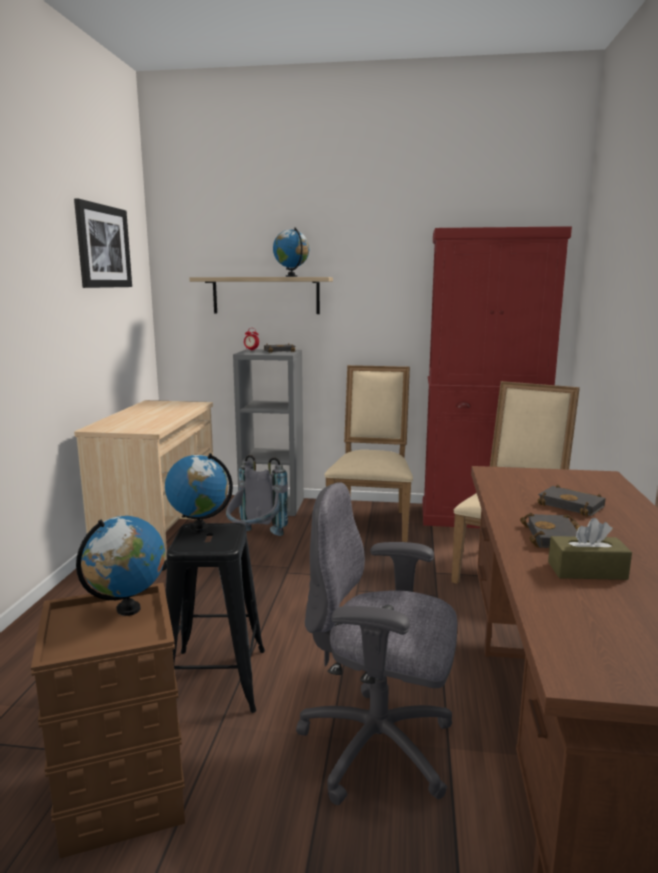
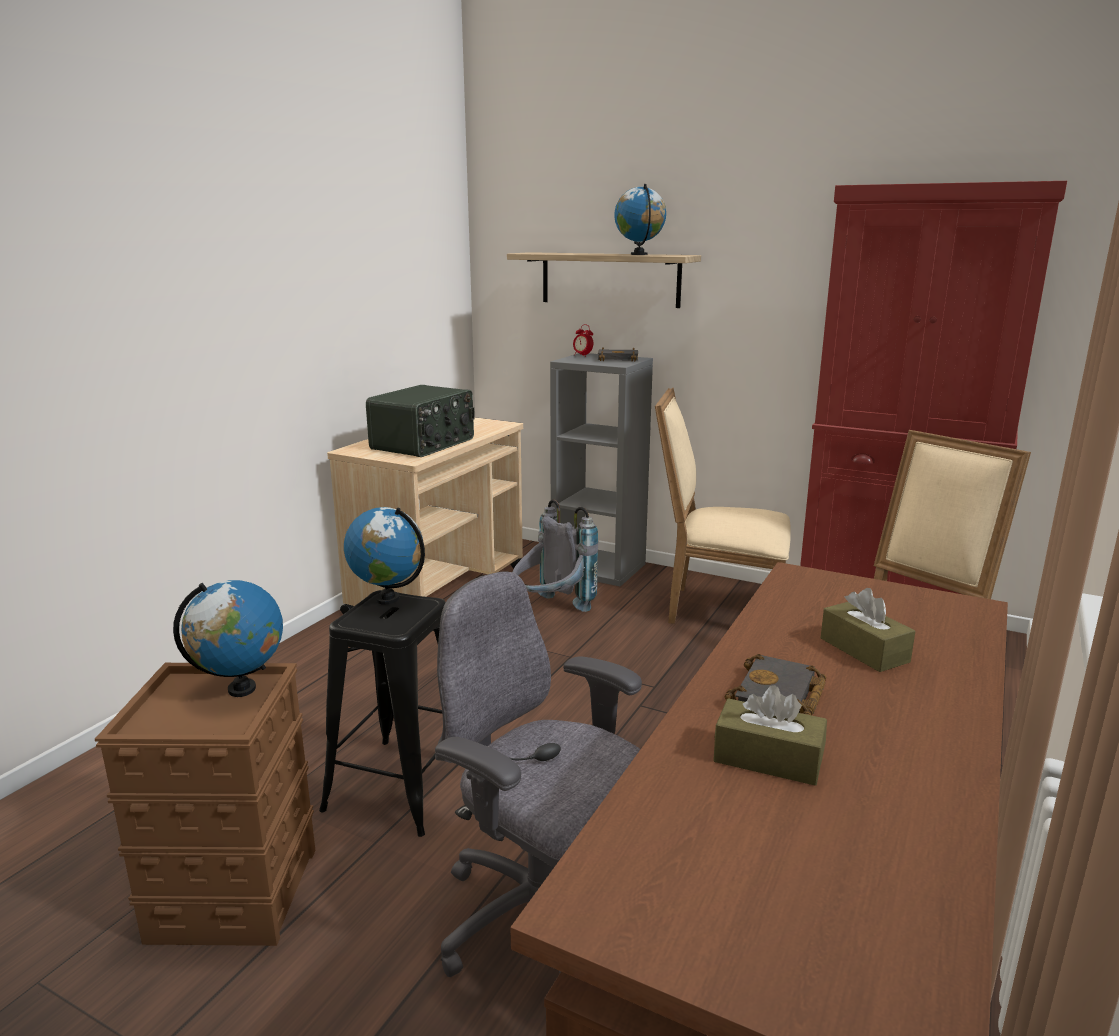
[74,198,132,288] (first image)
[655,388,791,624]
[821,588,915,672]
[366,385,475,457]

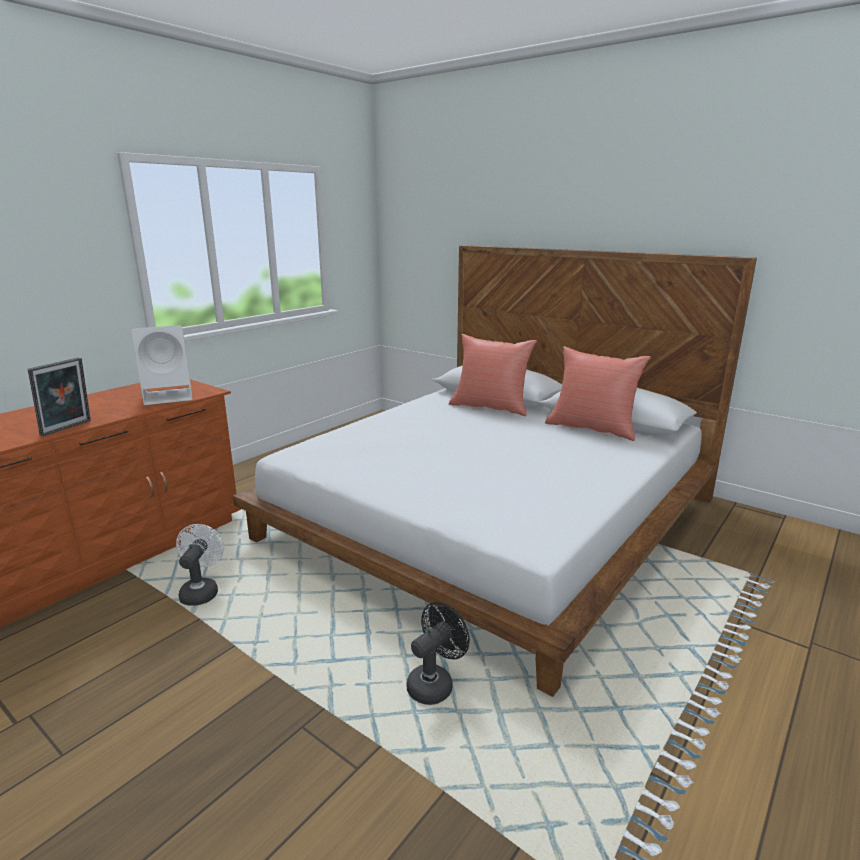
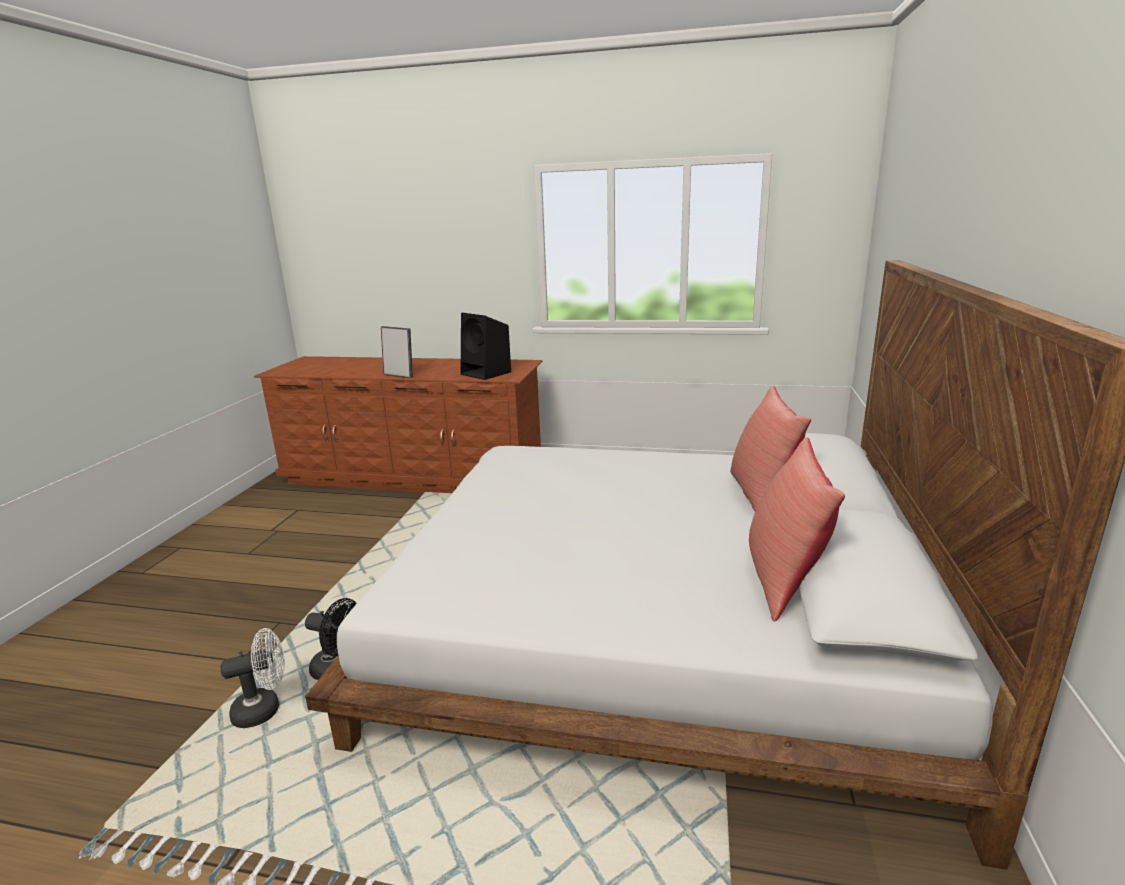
[461,313,511,380]
[381,326,413,378]
[221,628,285,728]

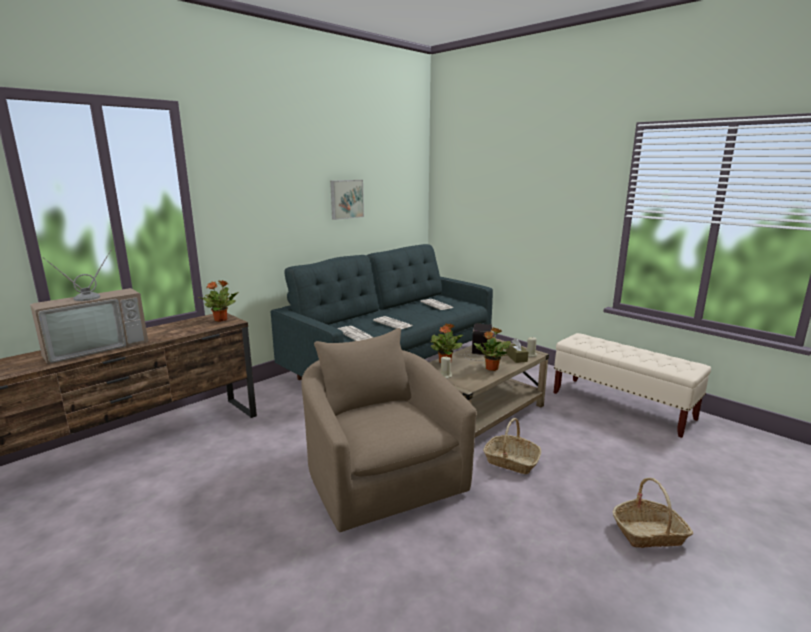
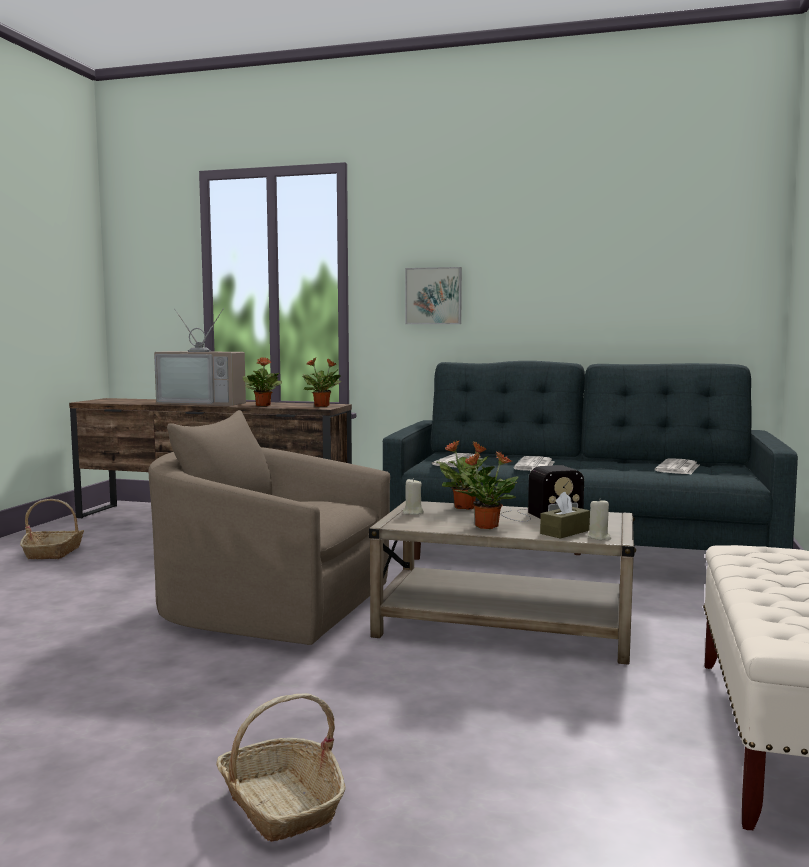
[405,267,462,324]
[149,410,390,645]
[20,499,84,559]
[243,357,282,406]

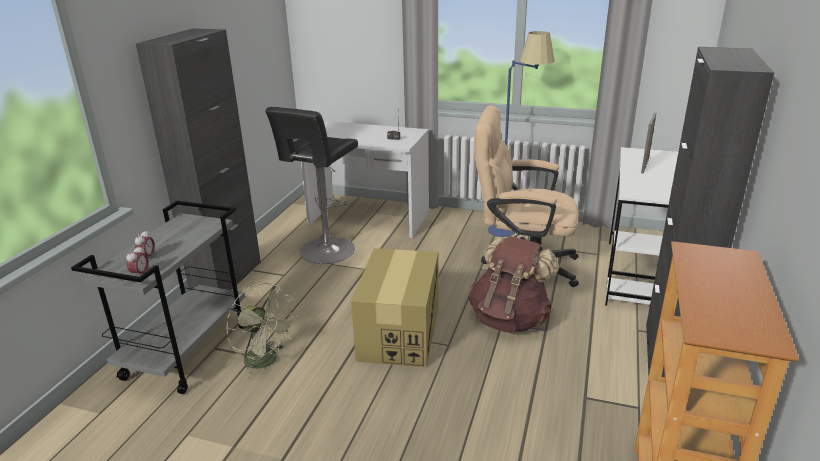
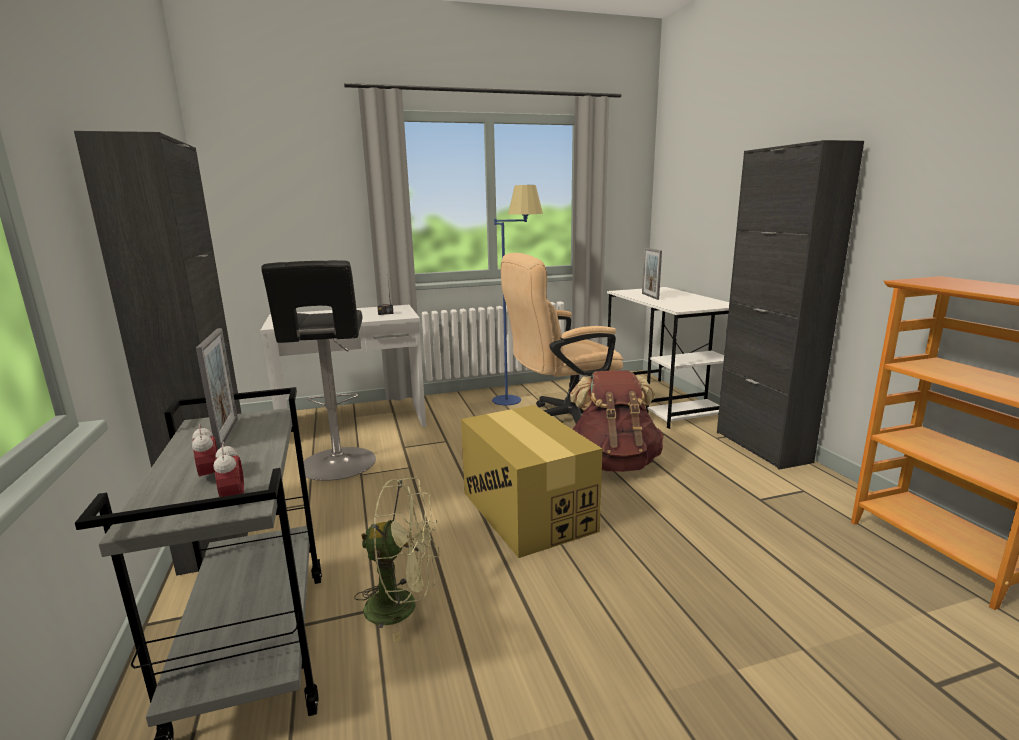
[196,328,238,450]

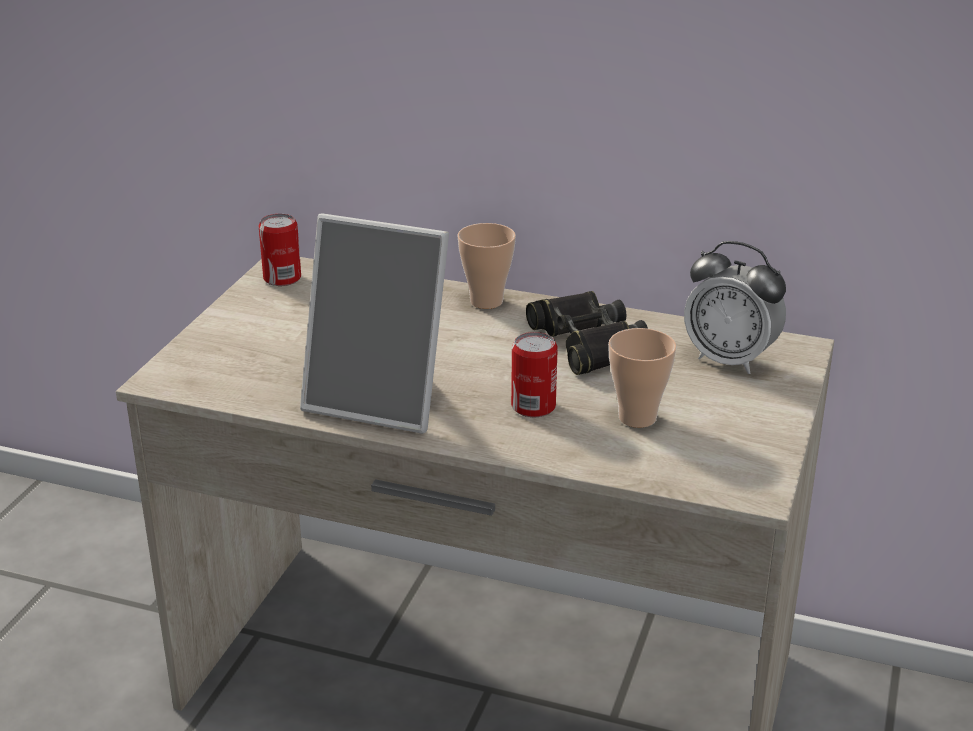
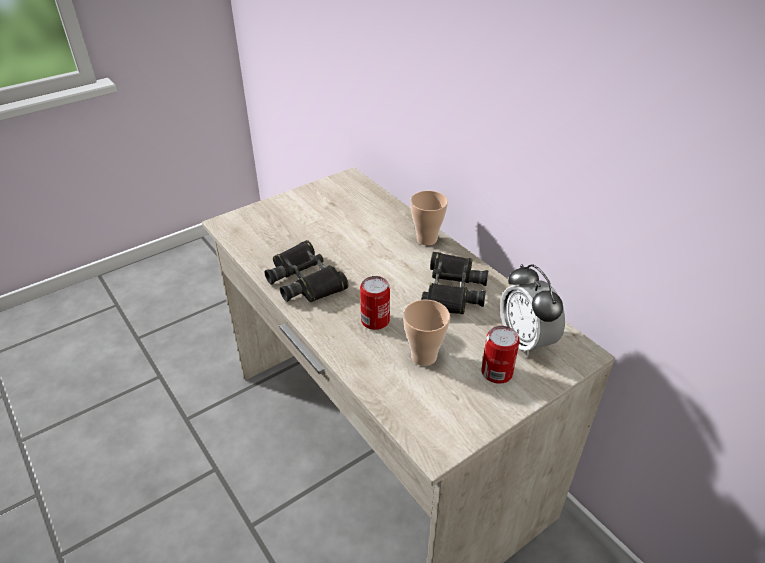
[265,240,349,302]
[481,326,520,384]

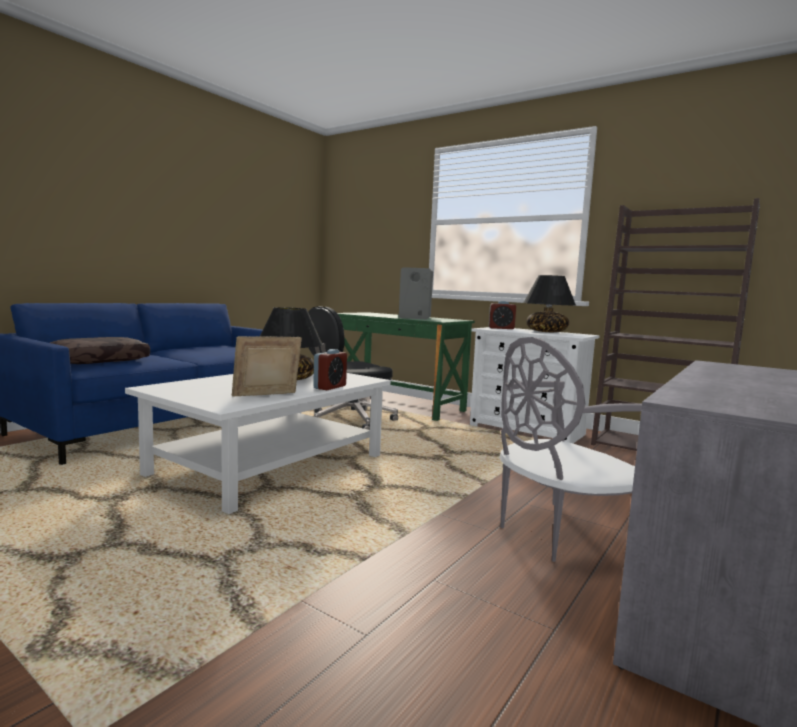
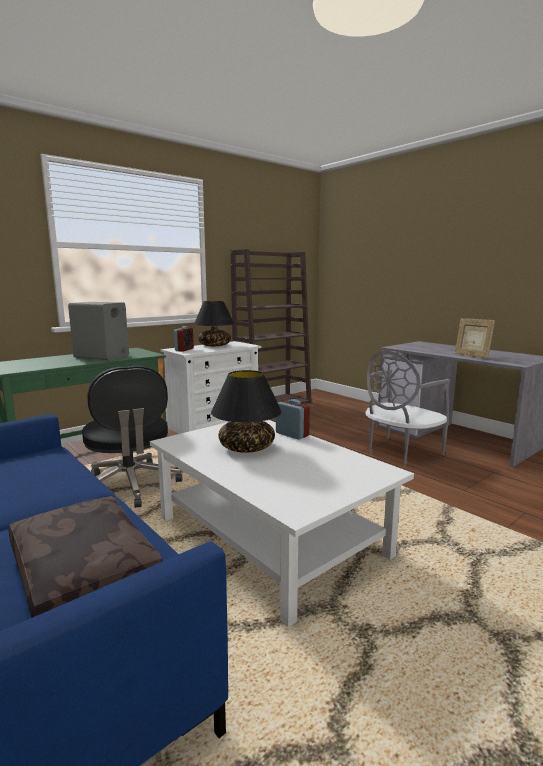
[455,318,495,358]
[366,351,450,466]

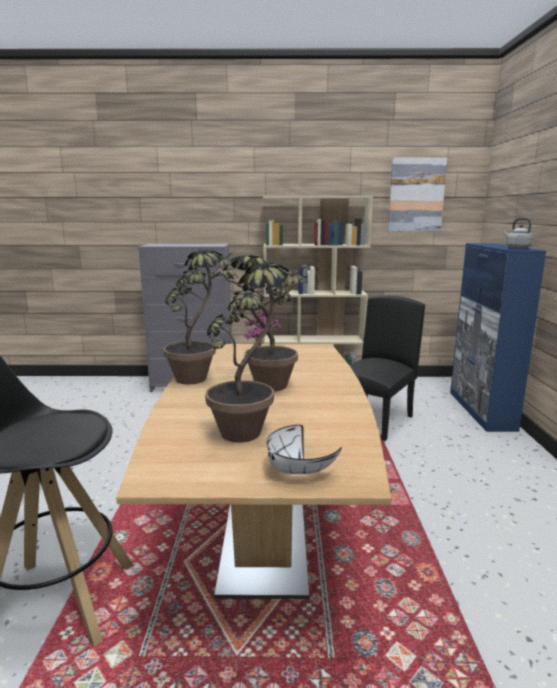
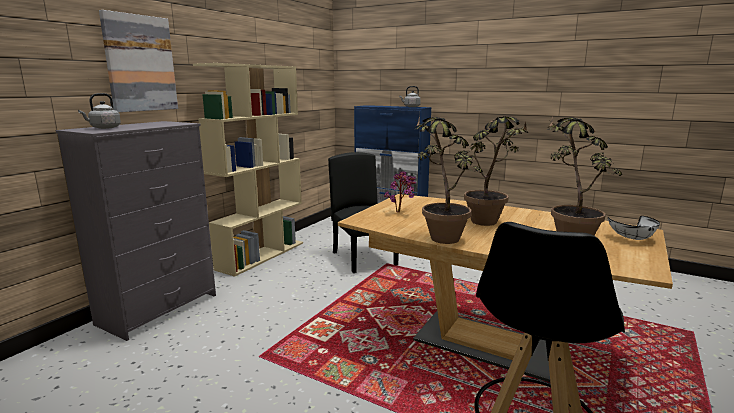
[99,10,178,112]
[78,93,121,129]

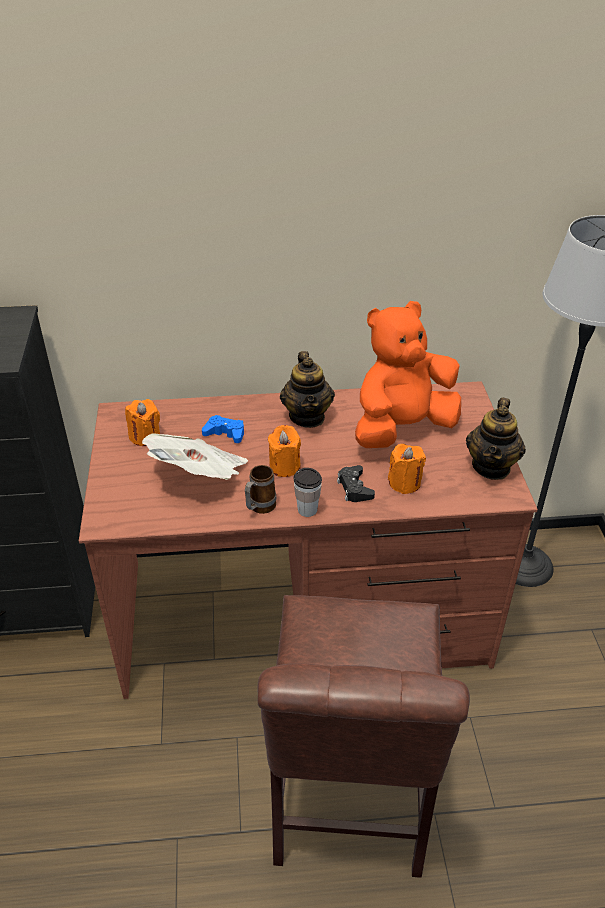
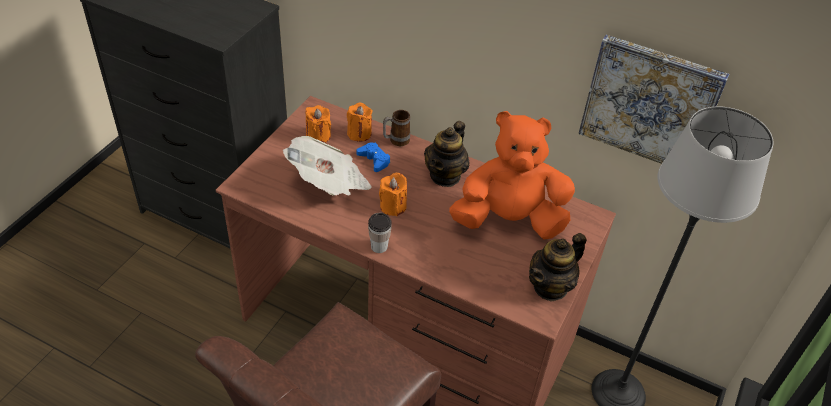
[347,102,373,142]
[383,110,410,146]
[337,465,375,502] (first image)
[578,35,729,164]

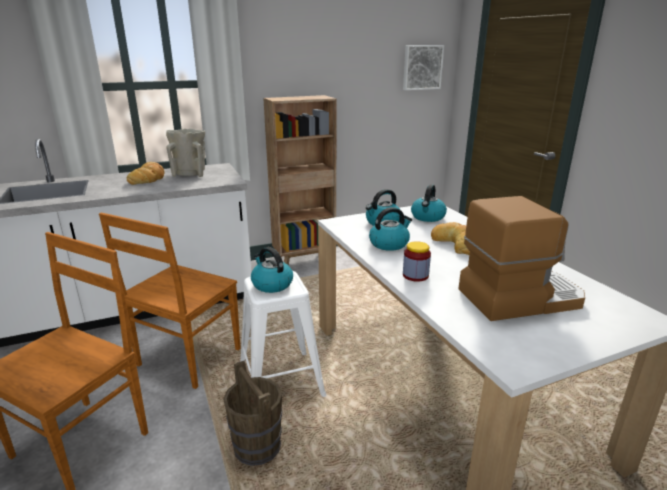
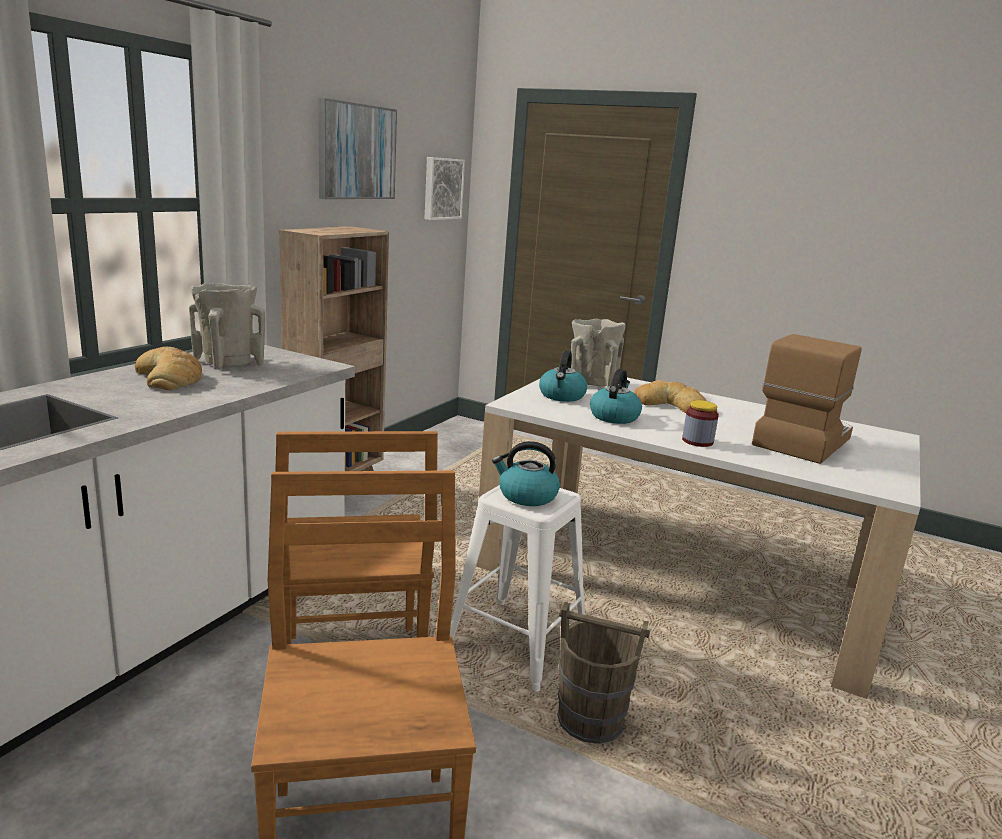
[571,319,626,387]
[319,98,397,199]

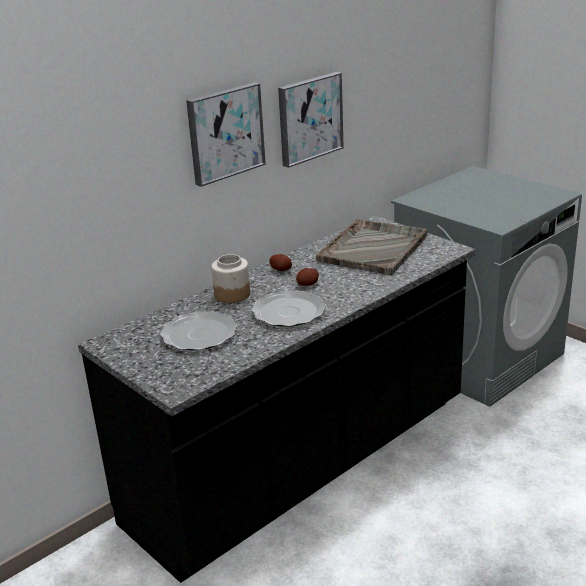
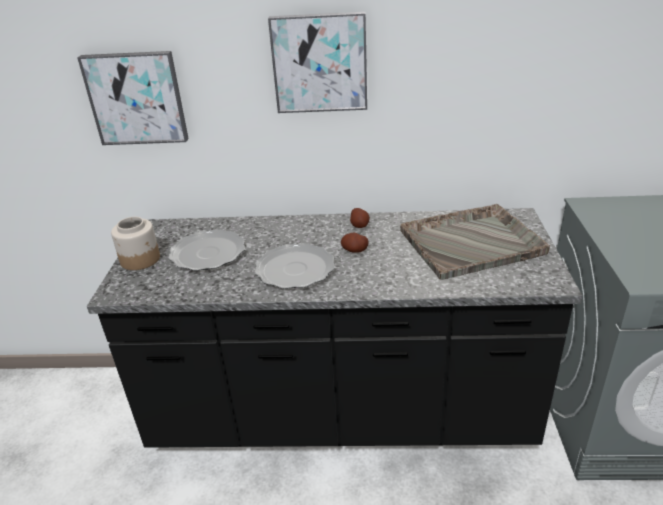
[77,51,189,145]
[111,217,160,270]

